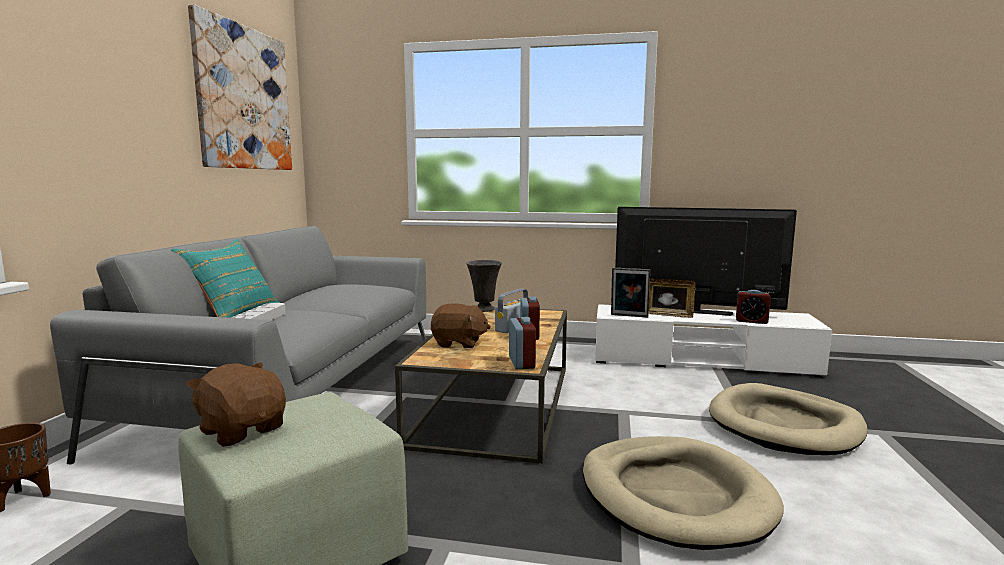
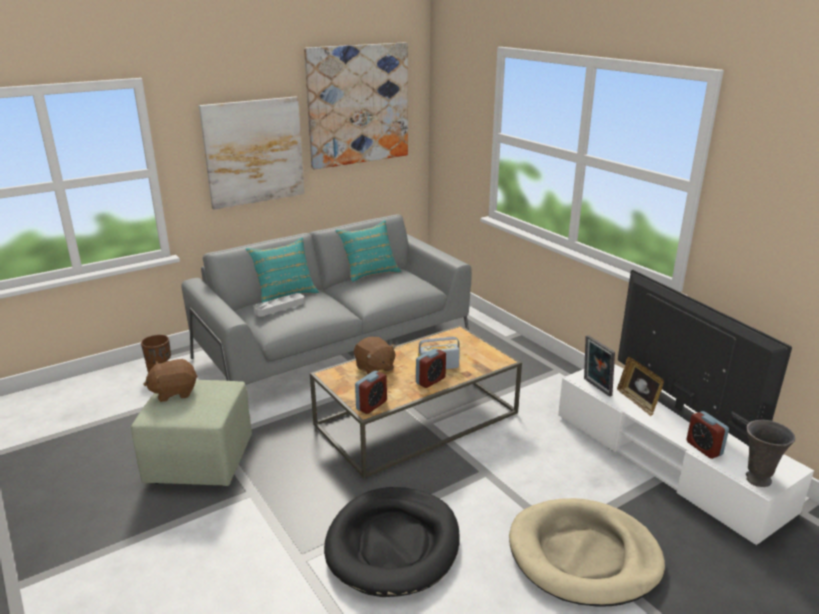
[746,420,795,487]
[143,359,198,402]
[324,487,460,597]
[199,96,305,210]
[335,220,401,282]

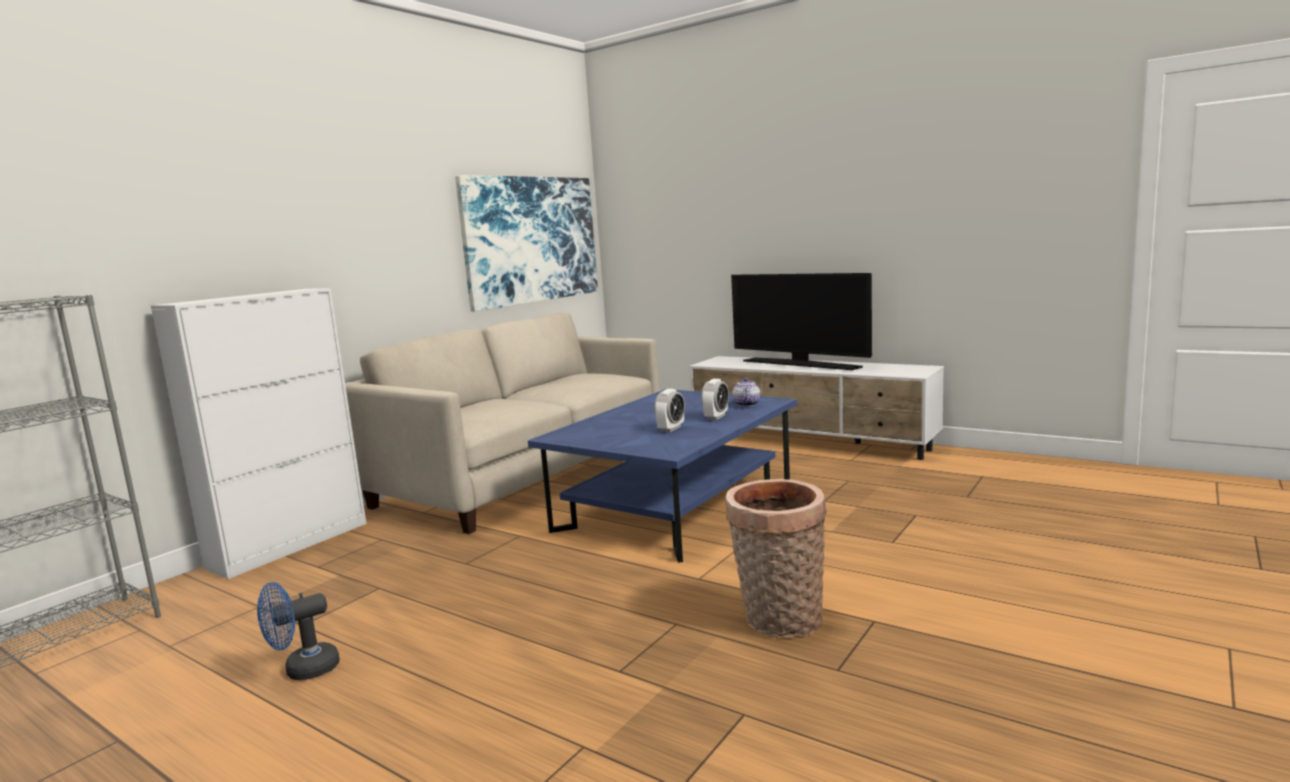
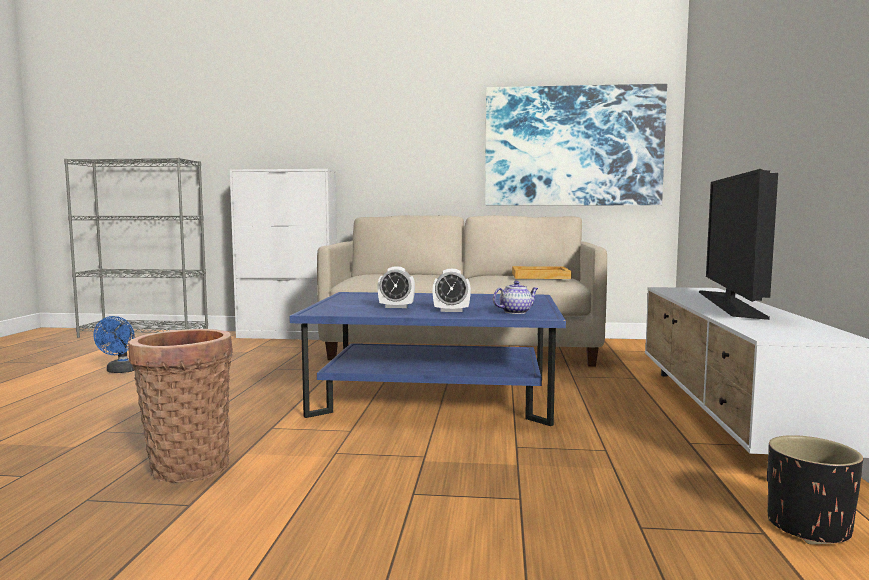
[93,316,135,373]
[512,266,571,279]
[768,435,863,545]

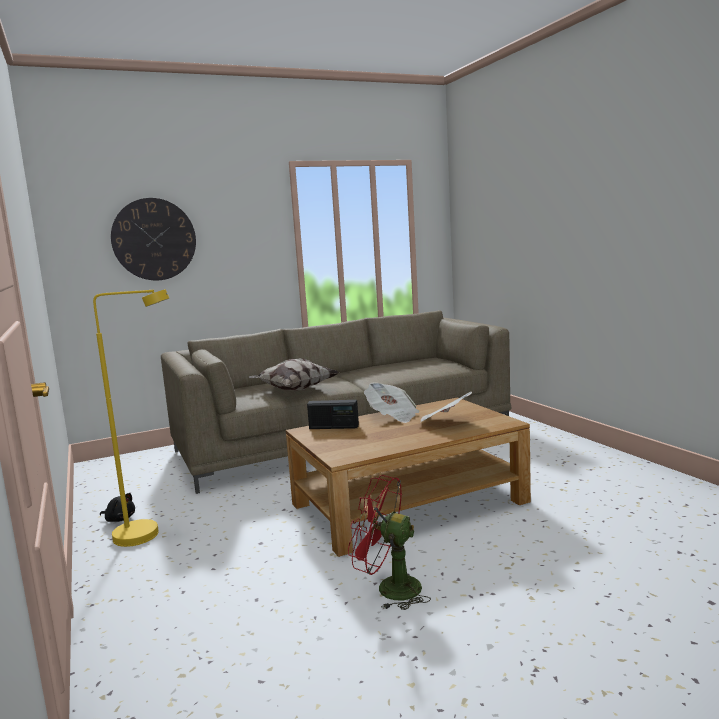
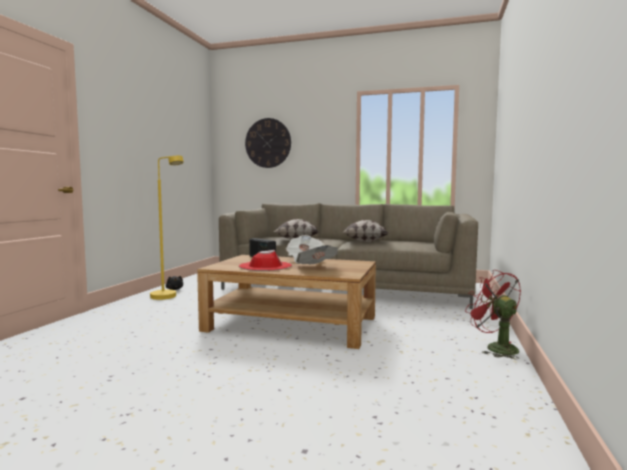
[465,270,521,359]
[342,220,389,242]
[239,250,292,271]

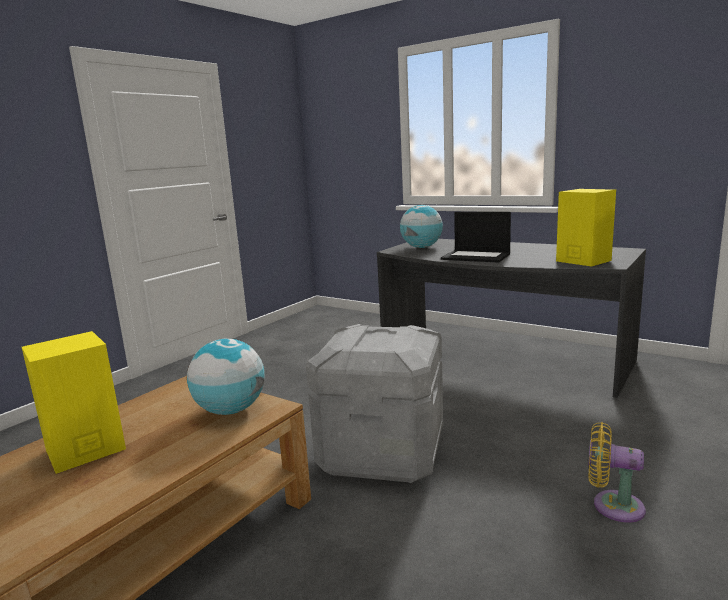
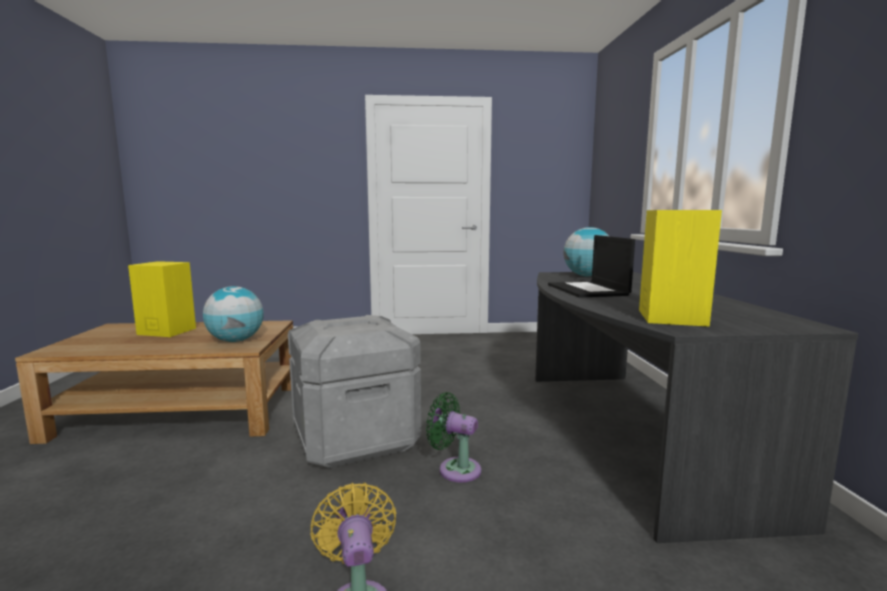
[426,392,481,483]

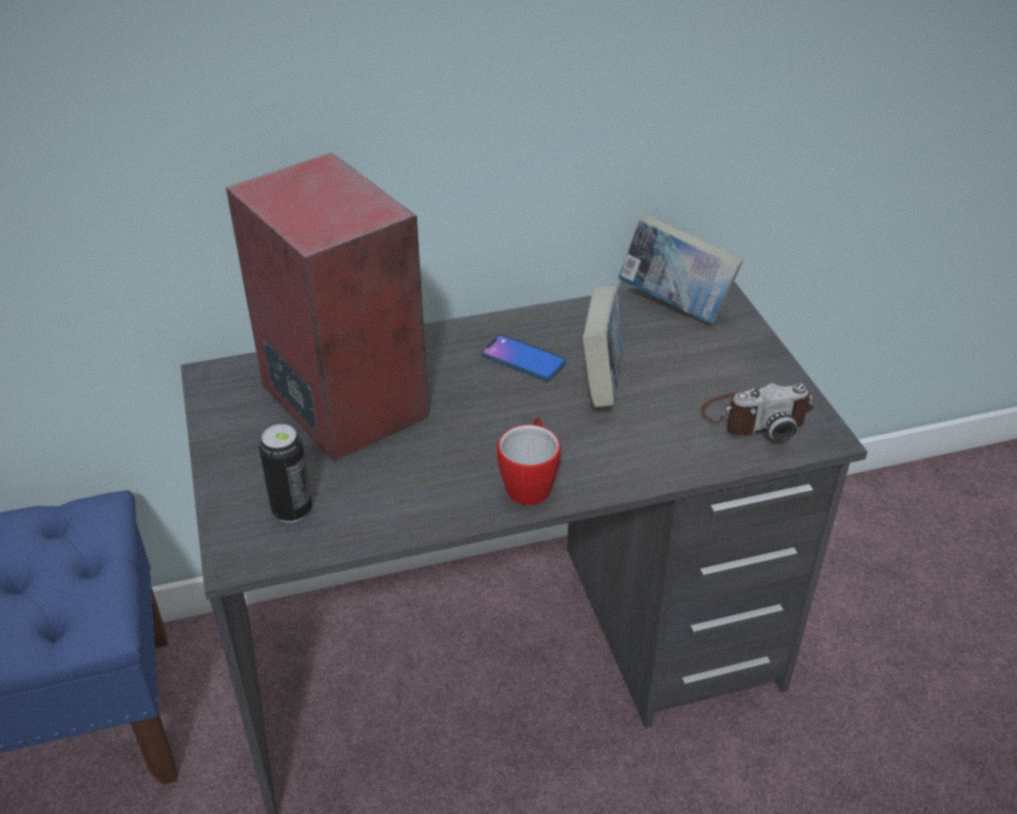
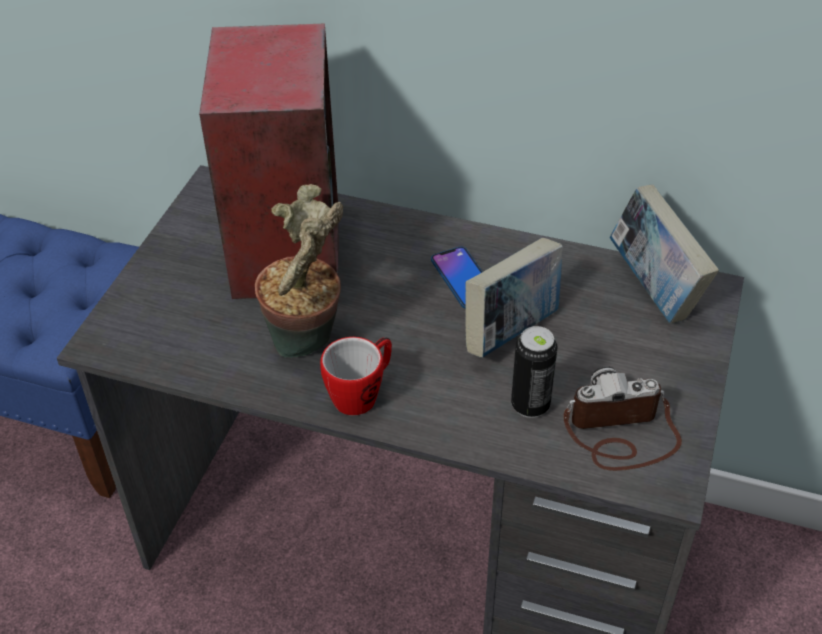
[563,366,682,471]
[511,326,558,418]
[255,184,343,358]

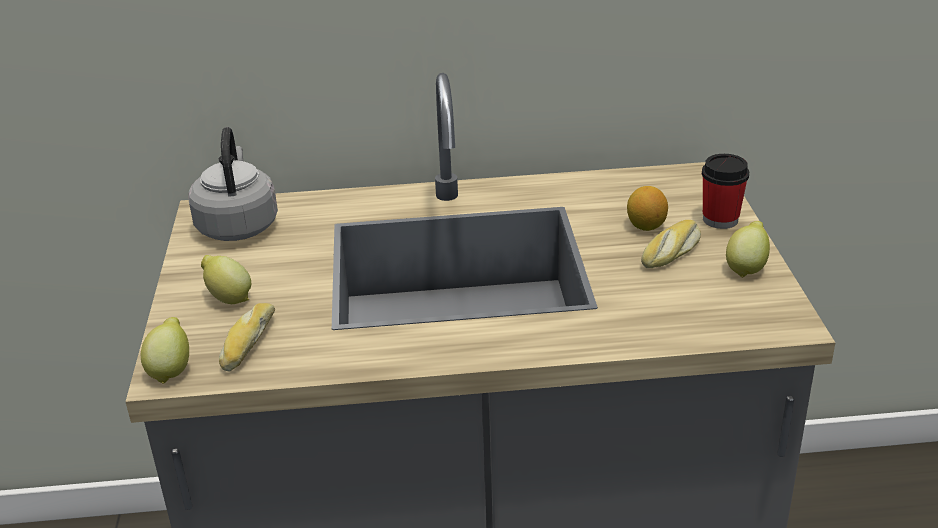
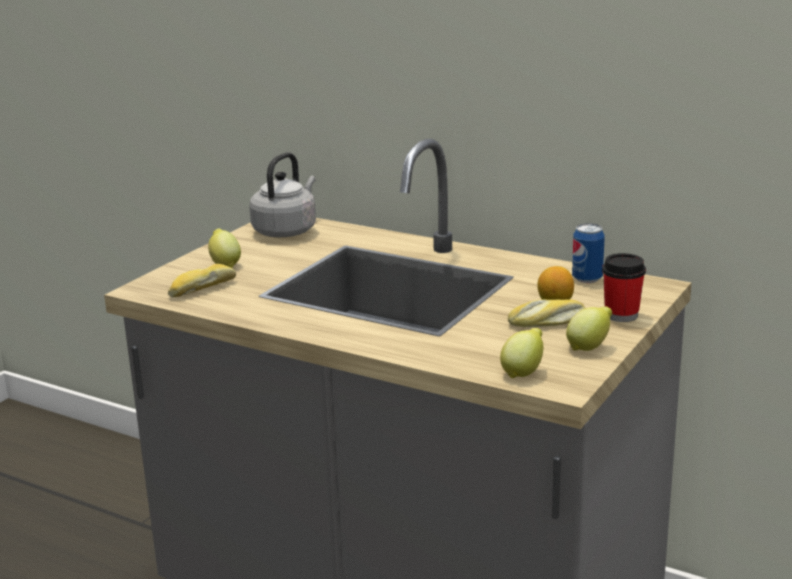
[500,328,544,378]
[572,223,605,283]

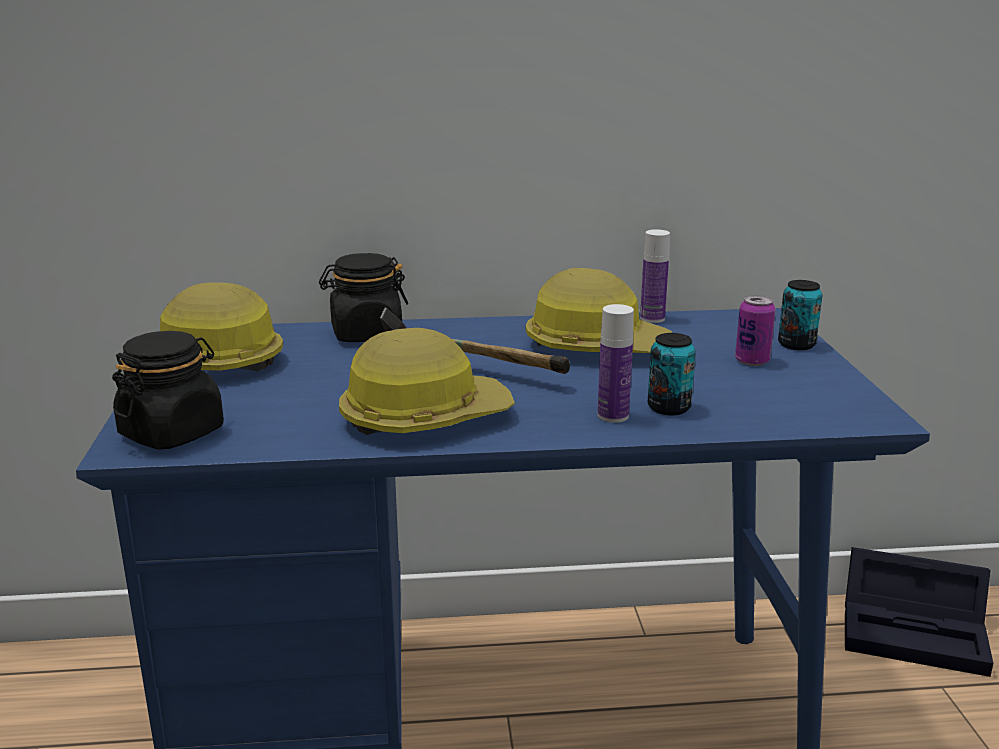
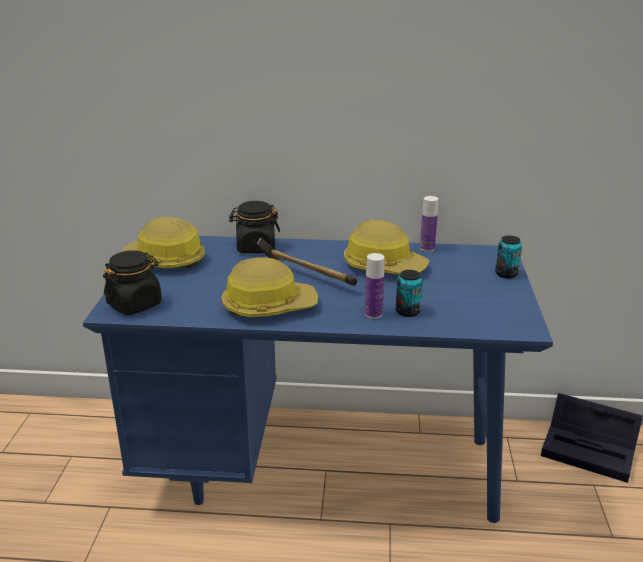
[735,295,776,366] (first image)

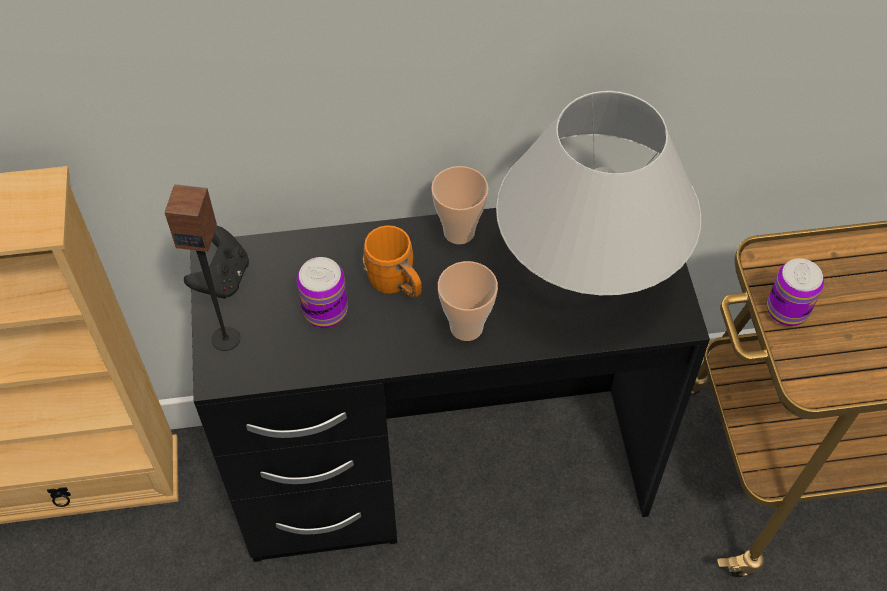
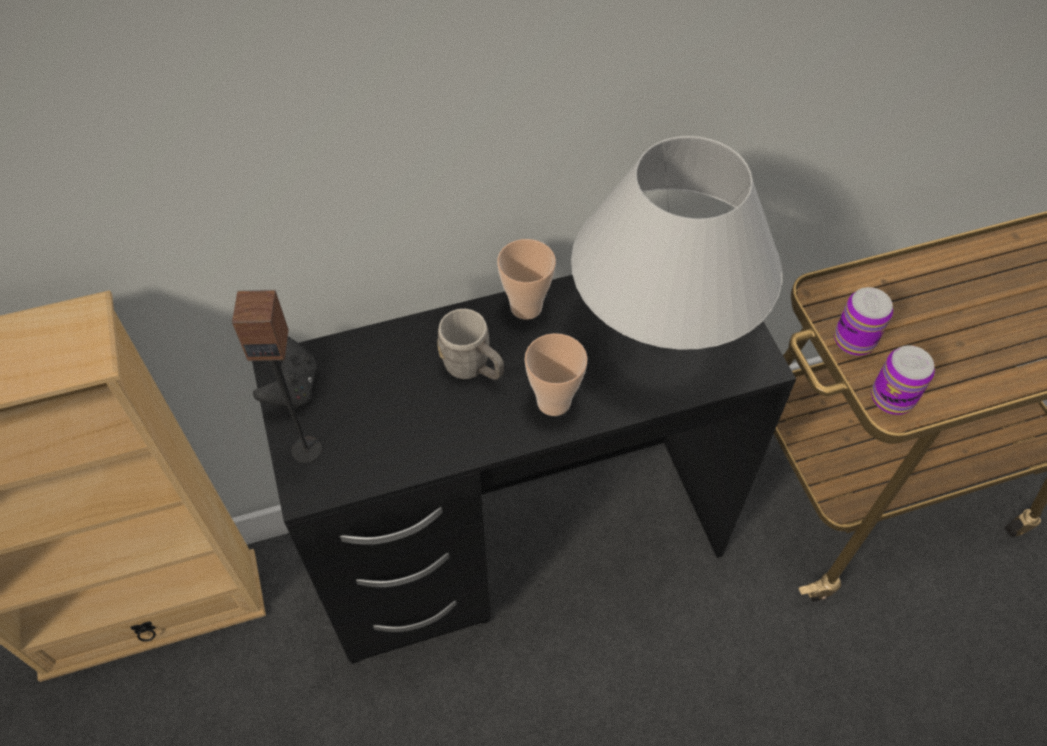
[437,309,504,380]
[871,345,935,415]

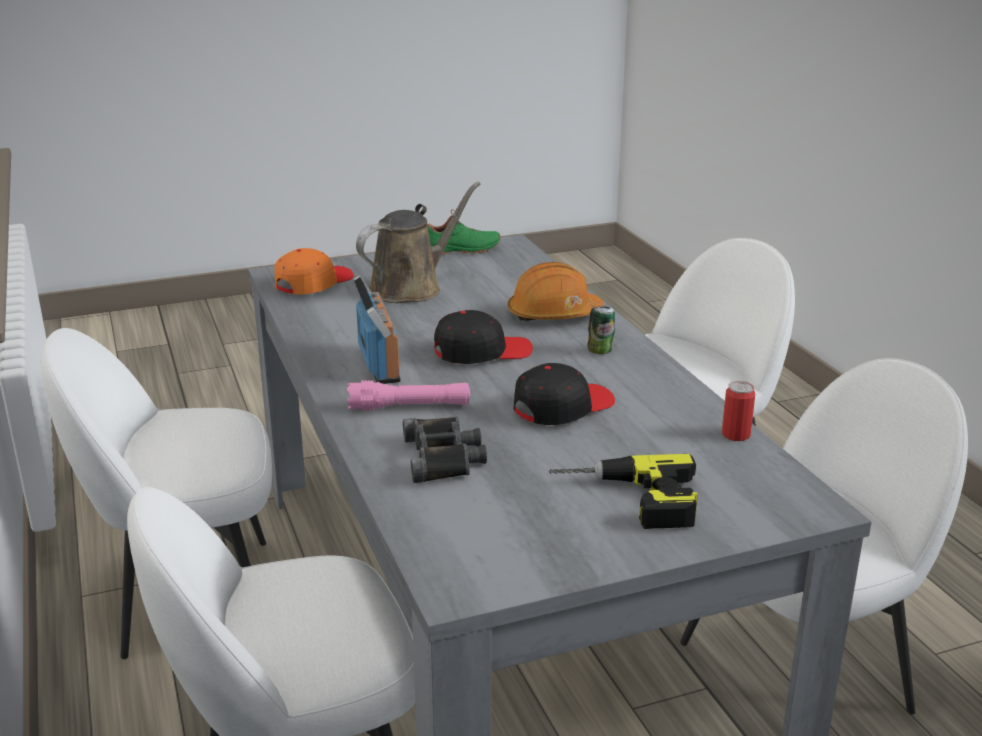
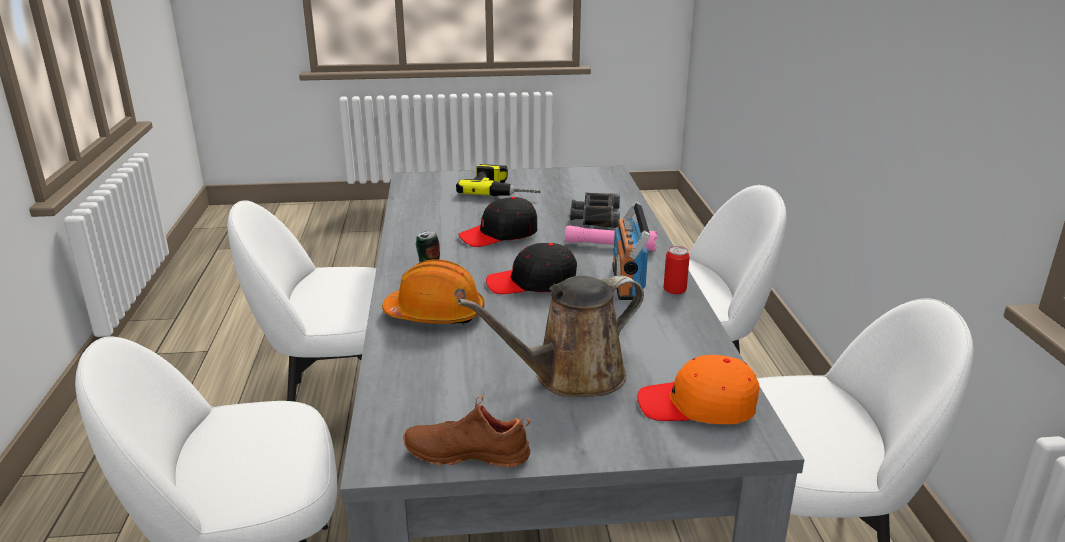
[403,395,530,468]
[638,355,759,424]
[663,246,690,294]

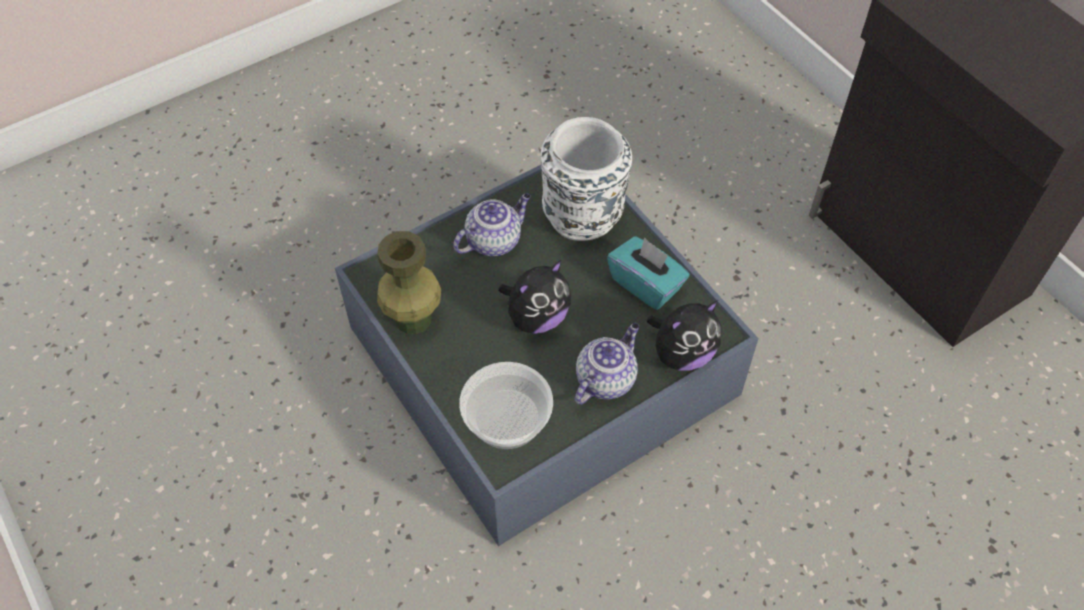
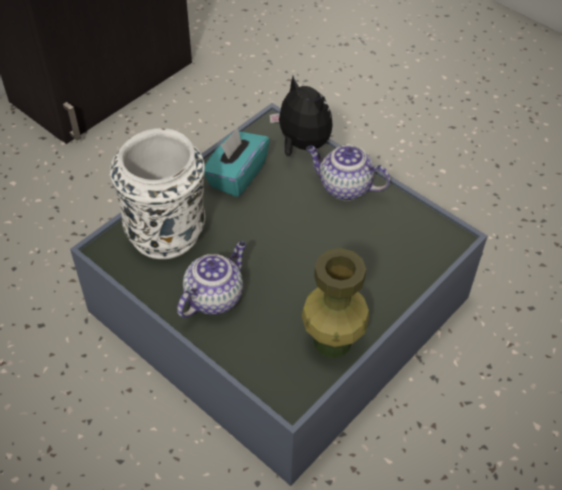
[177,241,246,318]
[498,260,571,334] (first image)
[459,362,553,449] (first image)

